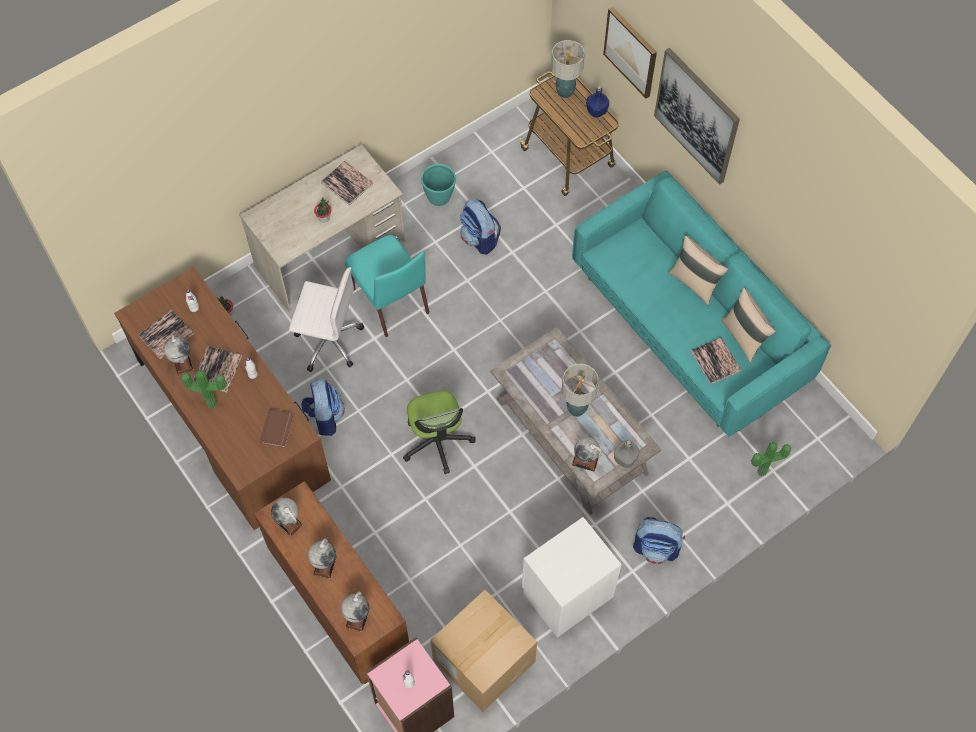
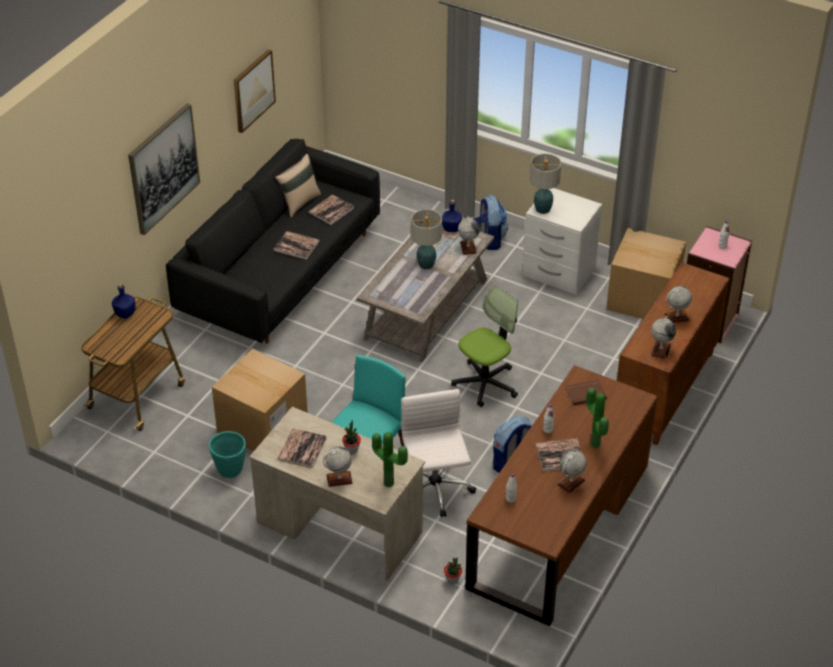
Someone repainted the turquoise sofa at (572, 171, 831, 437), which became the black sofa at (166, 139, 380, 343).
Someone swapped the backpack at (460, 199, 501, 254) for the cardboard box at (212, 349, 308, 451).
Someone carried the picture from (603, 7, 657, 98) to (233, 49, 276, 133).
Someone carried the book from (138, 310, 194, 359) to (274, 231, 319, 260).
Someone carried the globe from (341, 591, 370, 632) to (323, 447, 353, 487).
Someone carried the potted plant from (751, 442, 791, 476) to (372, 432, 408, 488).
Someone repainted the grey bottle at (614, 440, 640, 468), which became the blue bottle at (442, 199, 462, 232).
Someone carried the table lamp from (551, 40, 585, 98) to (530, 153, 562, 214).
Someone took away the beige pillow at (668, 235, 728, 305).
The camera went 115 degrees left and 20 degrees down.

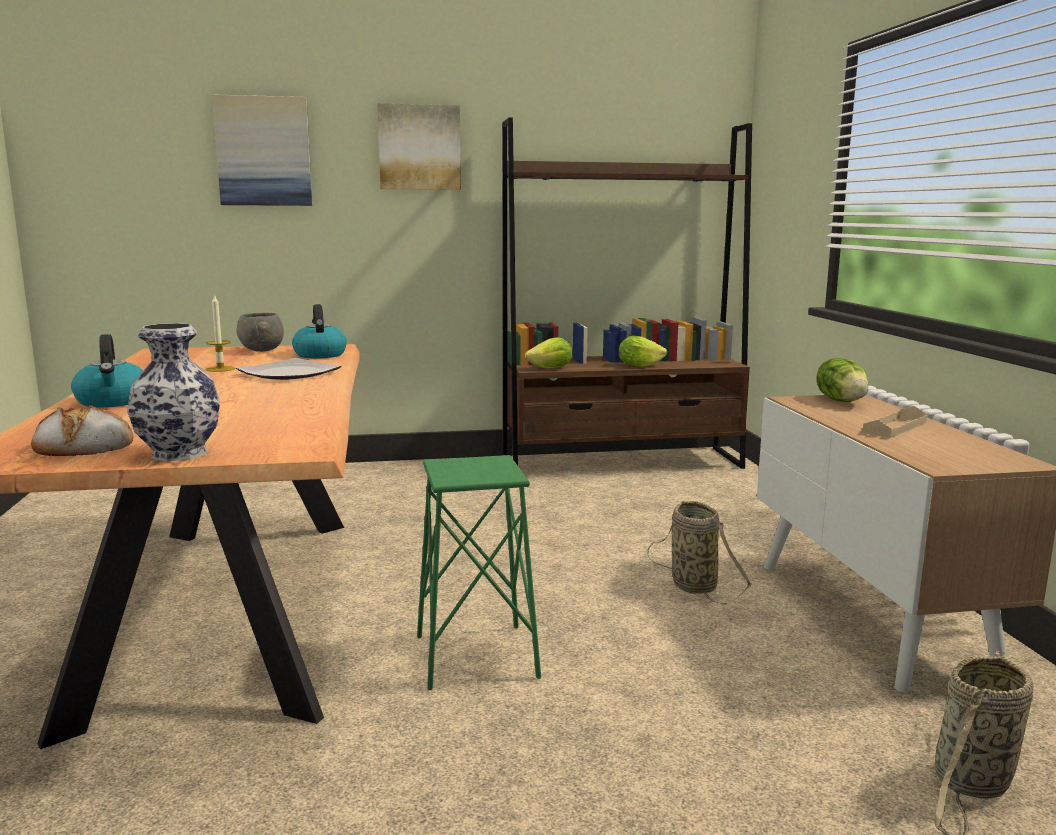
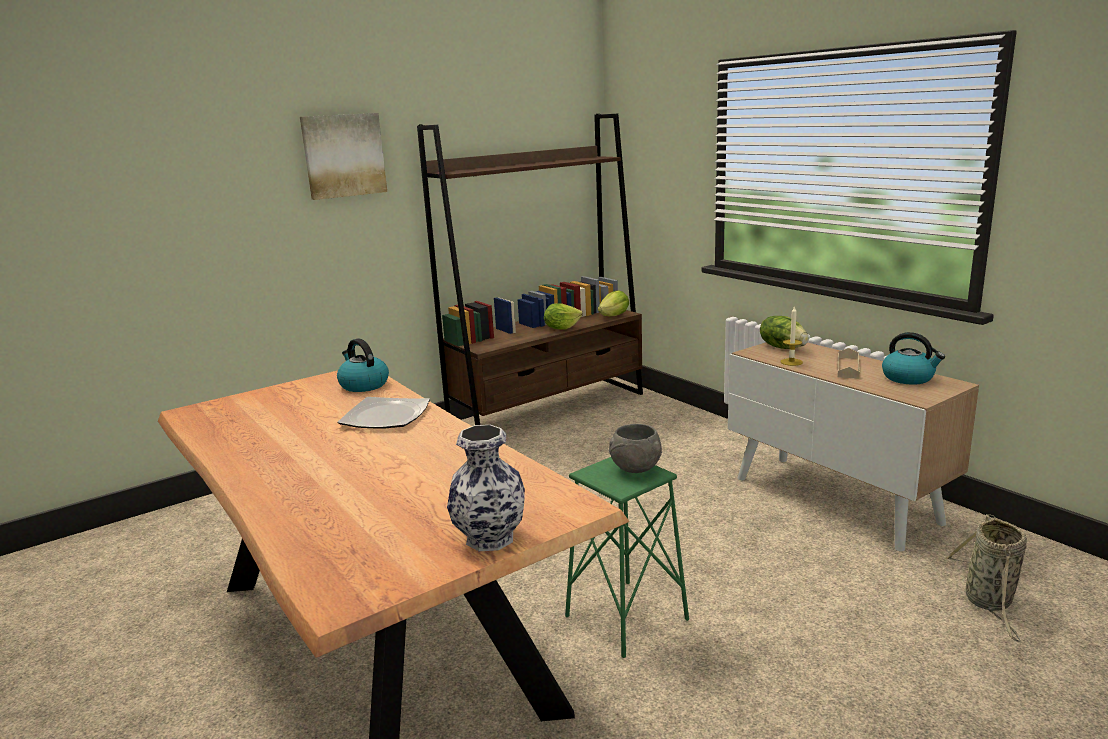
Someone carried the lettuce from (525, 337, 573, 369) to (598, 290, 629, 316).
Someone carried the grey bowl from (237, 313, 284, 352) to (609, 424, 662, 473).
Someone carried the candle from (206, 294, 235, 372) to (780, 305, 803, 366).
Someone carried the kettle from (71, 334, 143, 407) to (882, 332, 945, 385).
Someone took away the bread at (31, 404, 134, 456).
Someone took away the picture at (212, 94, 312, 206).
Someone took away the basket at (647, 501, 752, 604).
The camera went 25 degrees left and 5 degrees up.

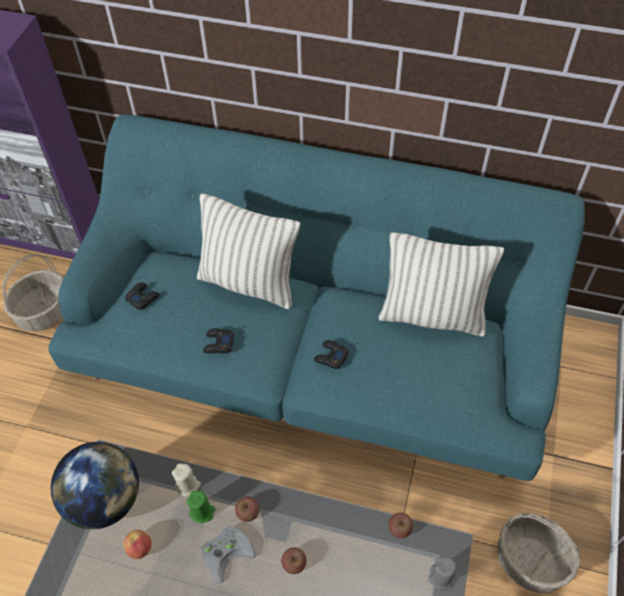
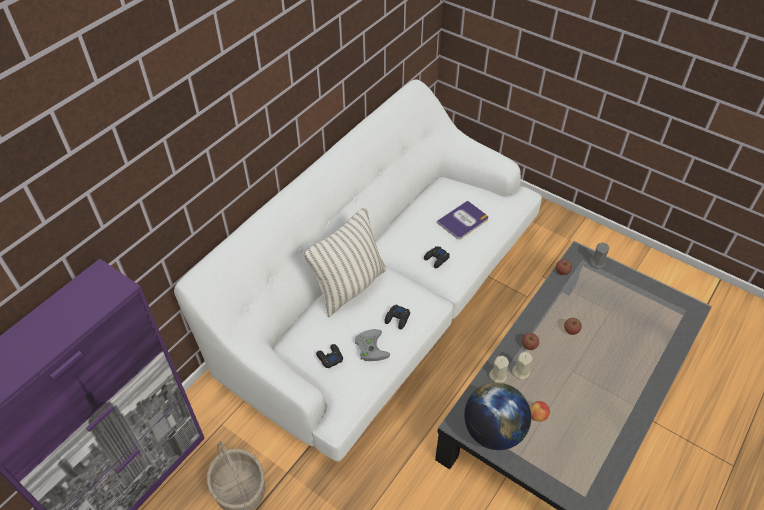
Someone repainted the turquoise sofa at (48, 114, 585, 481), which became the white sofa at (174, 79, 542, 462).
Someone carried the grey game controller from (201, 526, 256, 583) to (355, 329, 390, 361).
Someone put down the book at (437, 200, 488, 239).
Someone repainted the green candle at (186, 491, 216, 524), which became the beige candle at (512, 351, 533, 380).
Someone took away the pillow at (378, 232, 504, 337).
Someone took away the basket at (497, 513, 580, 593).
The camera went 70 degrees left and 5 degrees down.

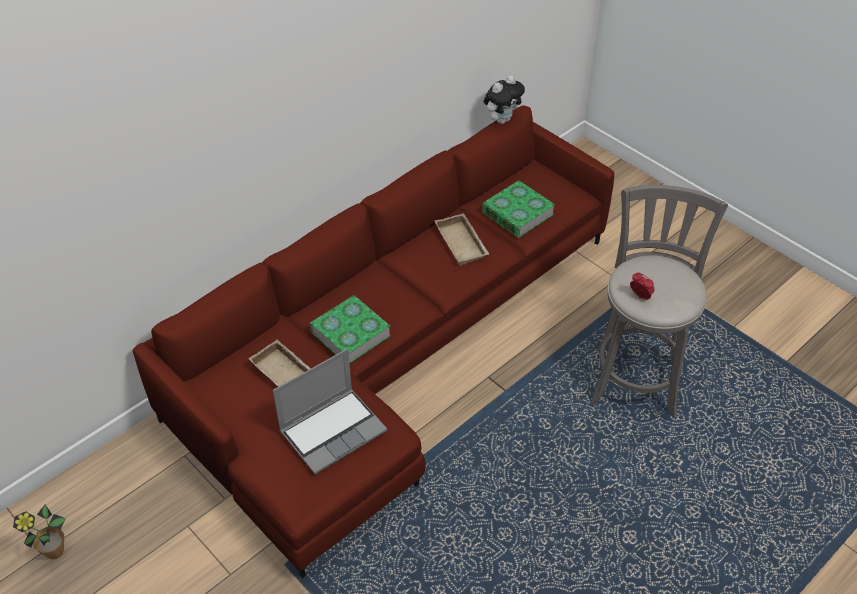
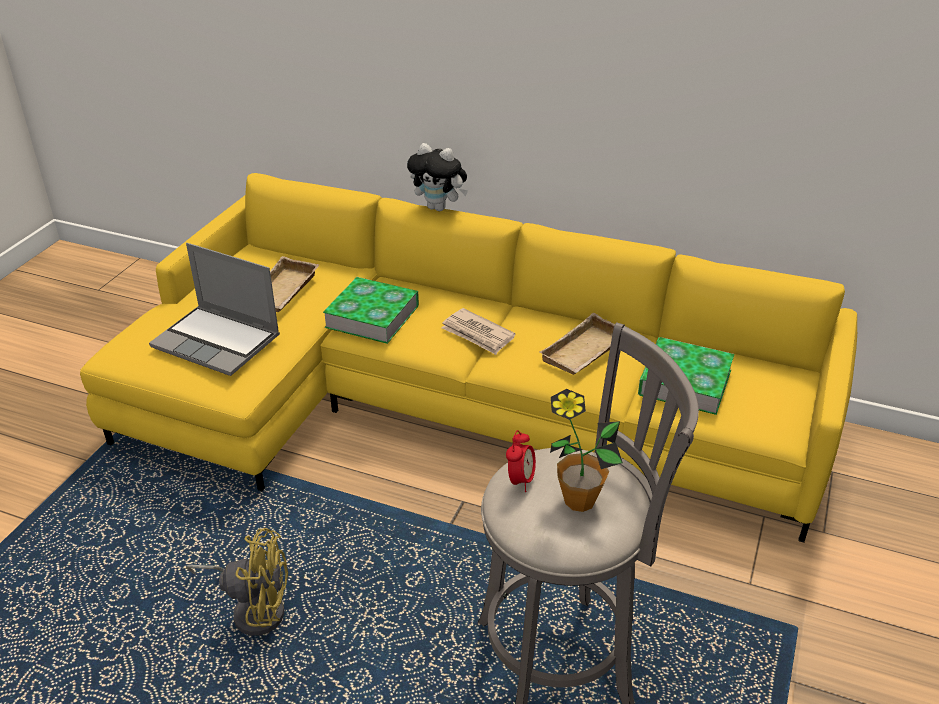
Someone repainted the red sofa at (133, 105, 614, 578), which became the yellow sofa at (80, 173, 857, 543).
Someone put down the yellow fan at (186, 528, 288, 636).
Someone carried the plush toy from (484, 75, 525, 124) to (407, 143, 468, 211).
Someone put down the newspaper at (441, 308, 516, 355).
Someone carried the potted plant from (13, 504, 66, 560) to (550, 389, 623, 512).
The camera went 65 degrees right and 10 degrees down.

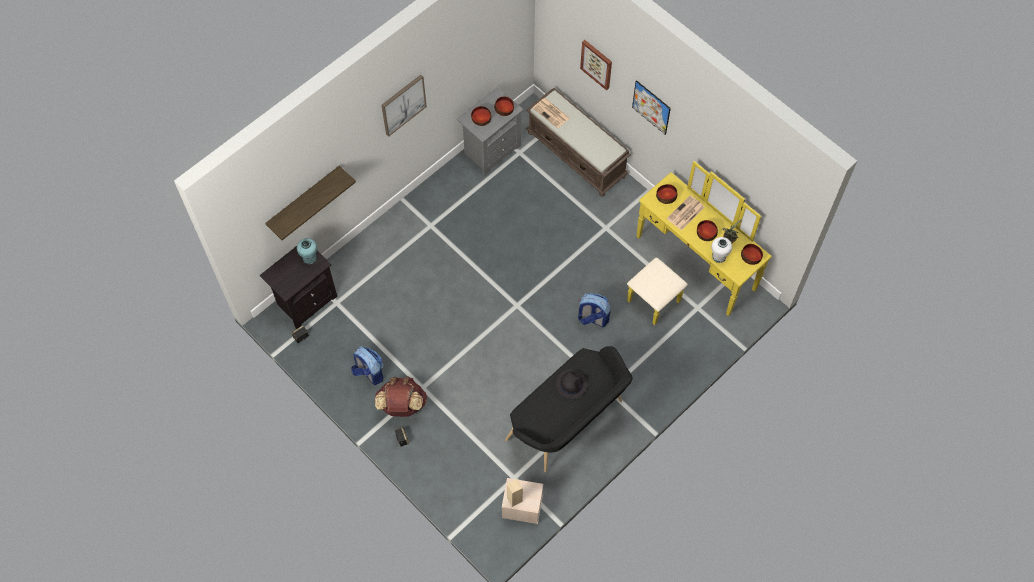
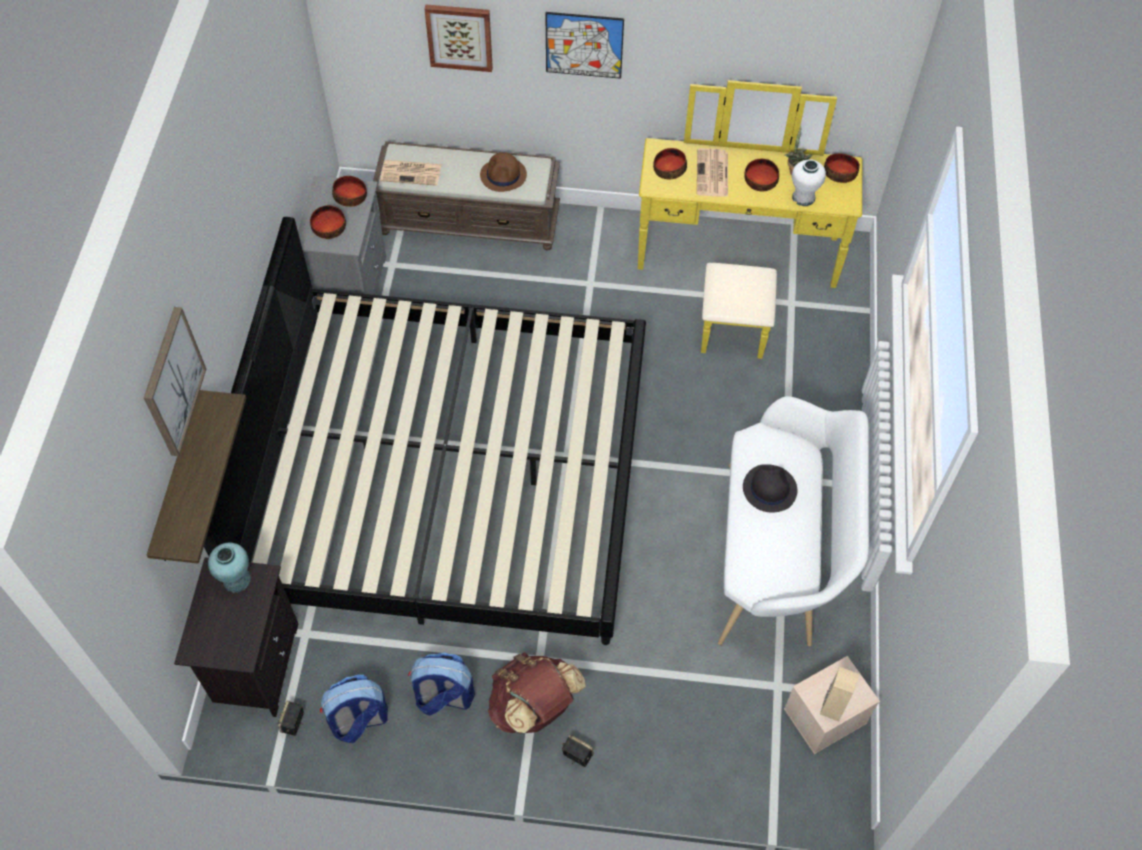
Someone carried the picture from (381, 75, 427, 137) to (144, 307, 206, 456).
Someone put down the bed at (204, 217, 646, 645).
Someone carried the backpack from (578, 293, 611, 327) to (320, 675, 388, 743).
Someone put down the brown hat at (480, 152, 527, 192).
Someone repainted the black bench at (505, 346, 633, 473), which became the white bench at (718, 396, 869, 646).
The camera went 40 degrees left and 5 degrees down.

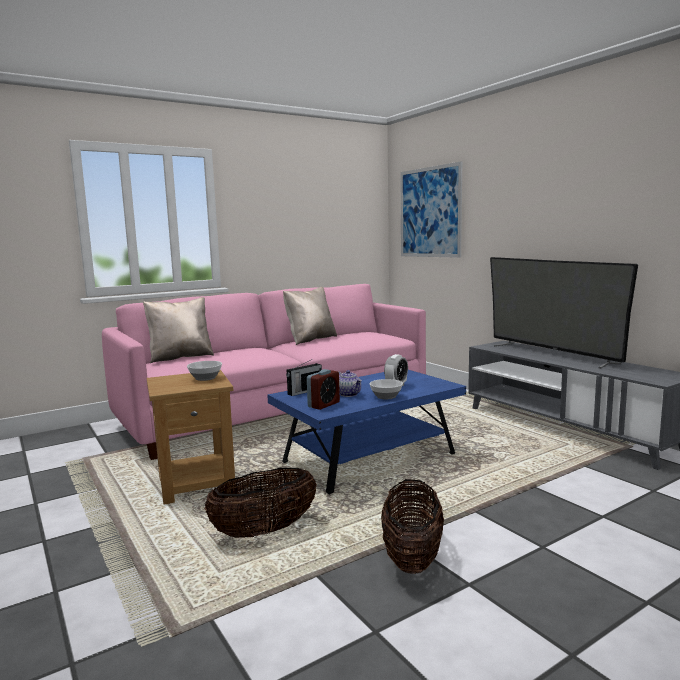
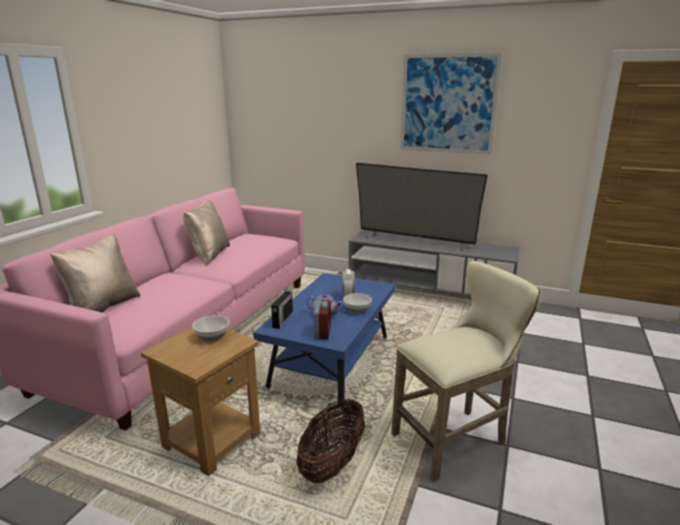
Someone swapped the basket at (381, 479, 444, 574) for the beige stool at (391, 261, 541, 482).
Someone carried the picture from (401, 161, 462, 258) to (400, 52, 502, 154).
The camera went 35 degrees left and 10 degrees up.

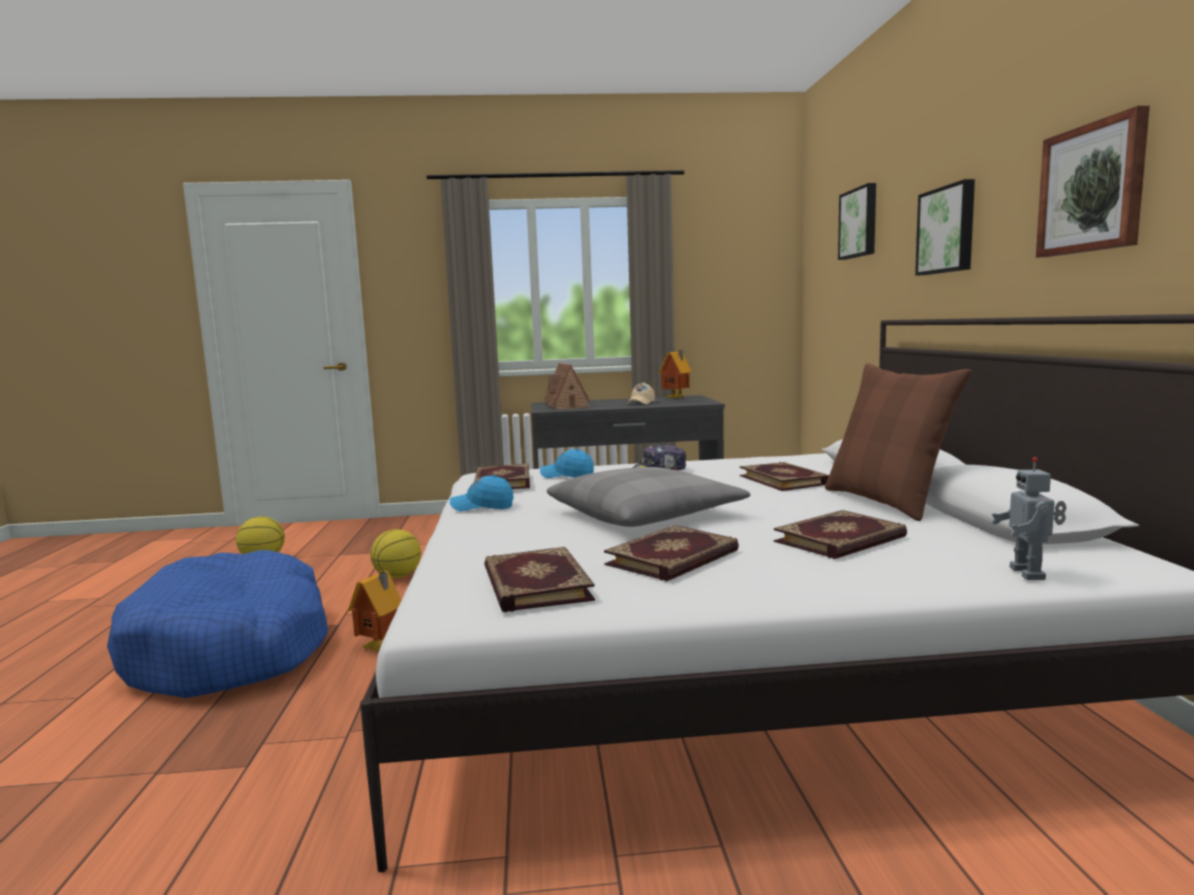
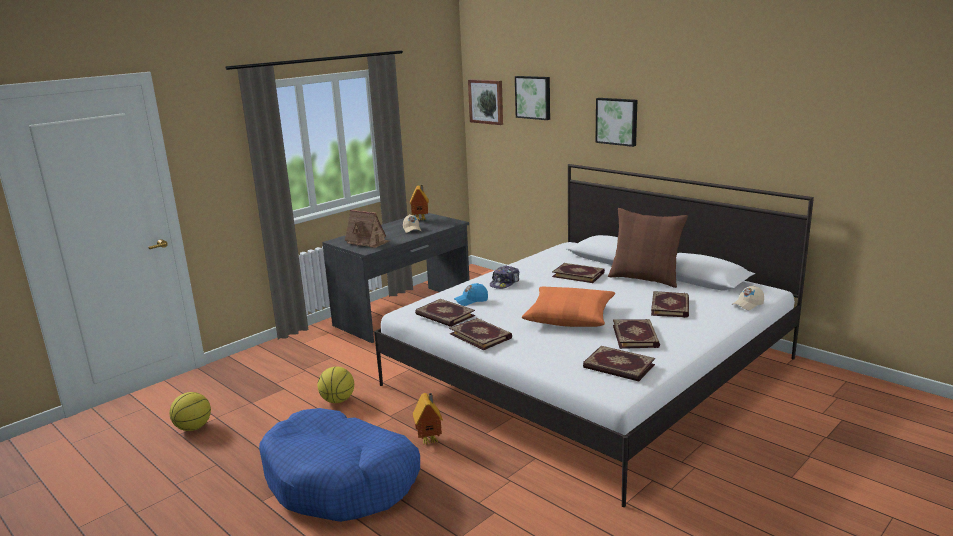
Someone swapped the blue cap at (450, 475, 513, 511) for the book at (449, 318, 512, 350).
Someone carried the picture from (1036, 106, 1150, 258) to (468, 79, 503, 125).
Someone repainted the grey pillow at (547, 467, 750, 527), which became the orange pillow at (522, 287, 615, 327).
Someone swapped the toy robot at (991, 457, 1067, 580) for the beige cap at (731, 286, 764, 310).
The camera went 40 degrees left and 10 degrees up.

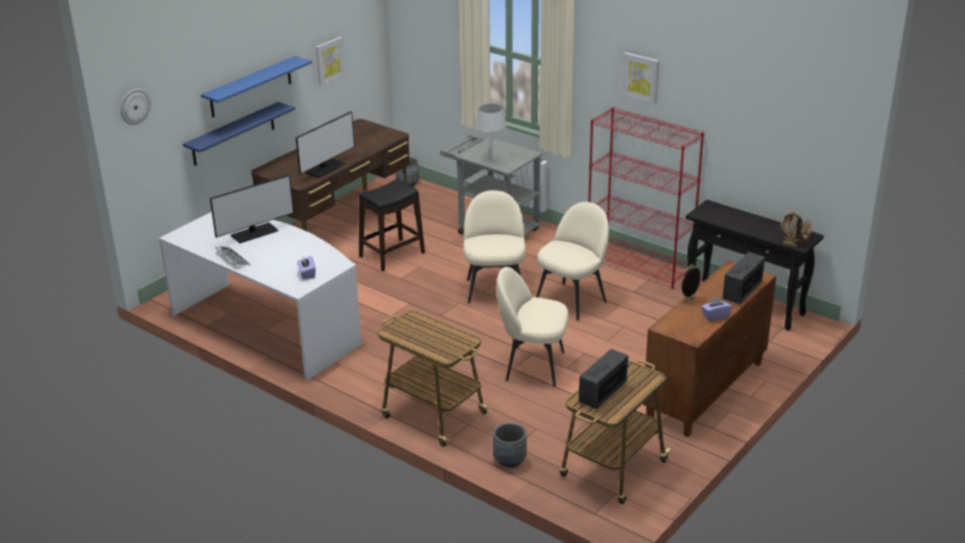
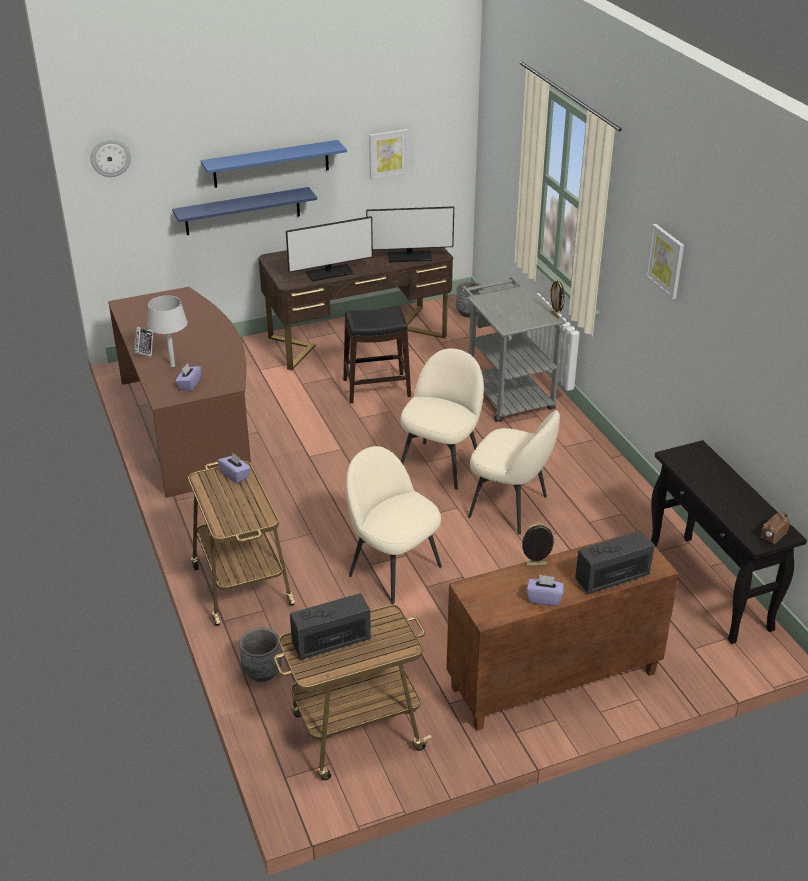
Someone repainted the white desk at (159, 212, 362, 381), which became the brown desk at (108, 287, 251, 498).
Someone carried the grey table lamp from (476, 103, 507, 161) to (147, 295, 187, 367).
Someone put down the purple tissue box at (218, 452, 251, 483).
Someone carried the monitor from (210, 175, 294, 243) to (366, 206, 454, 263).
Someone rotated the beige chair at (536, 202, 609, 321) by 45 degrees clockwise.
Someone carried the picture frame from (780, 212, 804, 247) to (549, 280, 565, 319).
Someone took away the red bookcase at (588, 107, 704, 289).
The camera went 30 degrees right and 5 degrees up.

